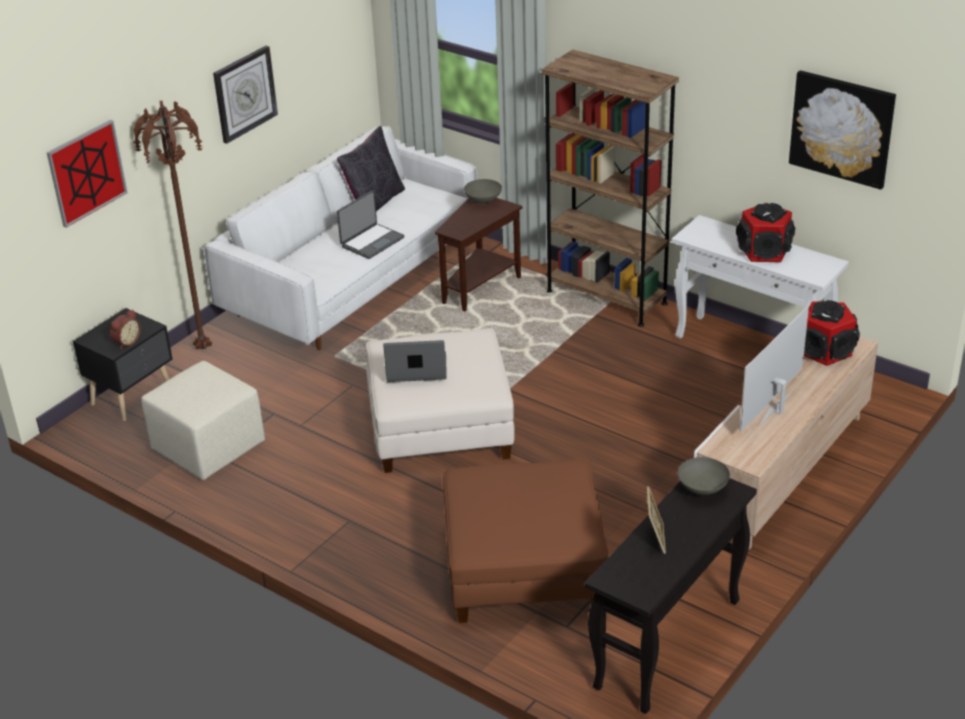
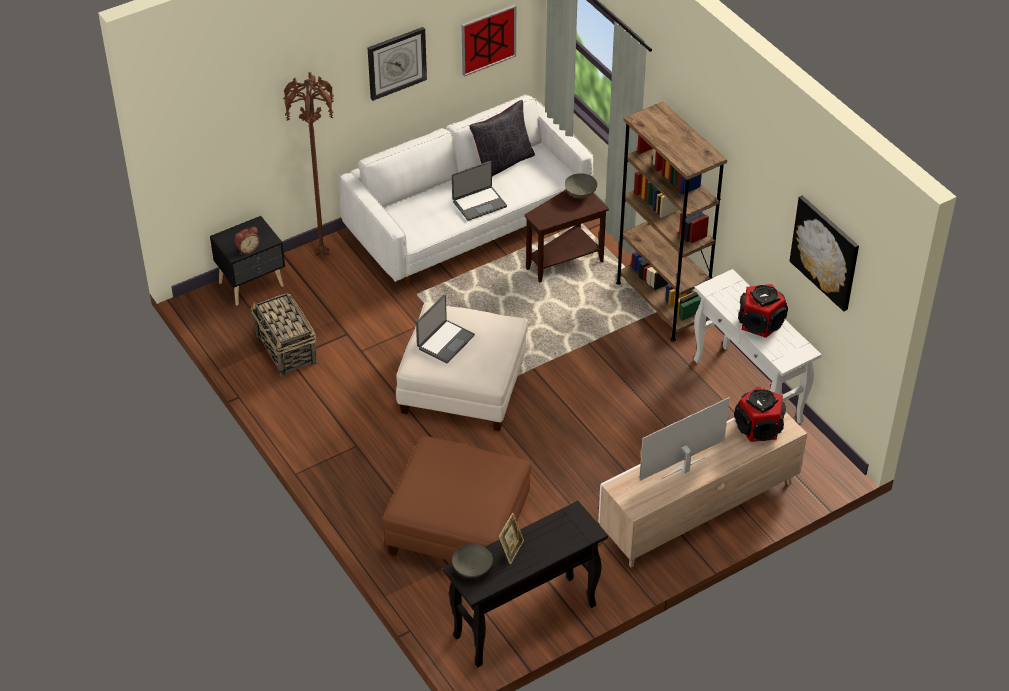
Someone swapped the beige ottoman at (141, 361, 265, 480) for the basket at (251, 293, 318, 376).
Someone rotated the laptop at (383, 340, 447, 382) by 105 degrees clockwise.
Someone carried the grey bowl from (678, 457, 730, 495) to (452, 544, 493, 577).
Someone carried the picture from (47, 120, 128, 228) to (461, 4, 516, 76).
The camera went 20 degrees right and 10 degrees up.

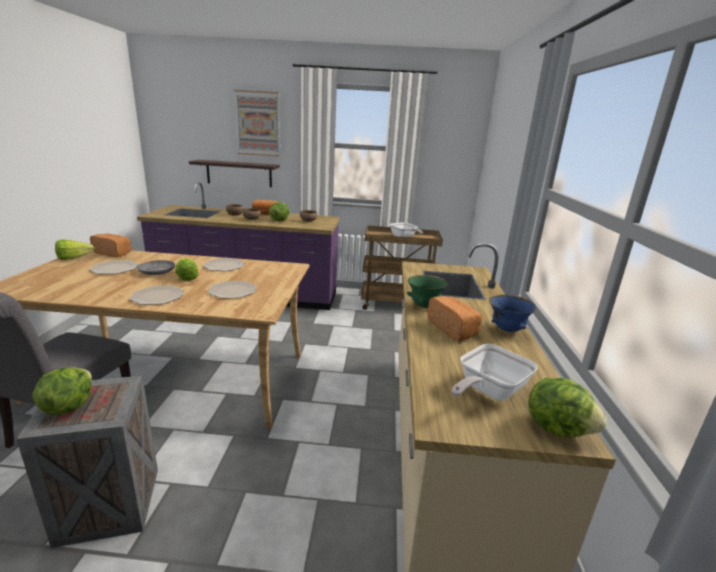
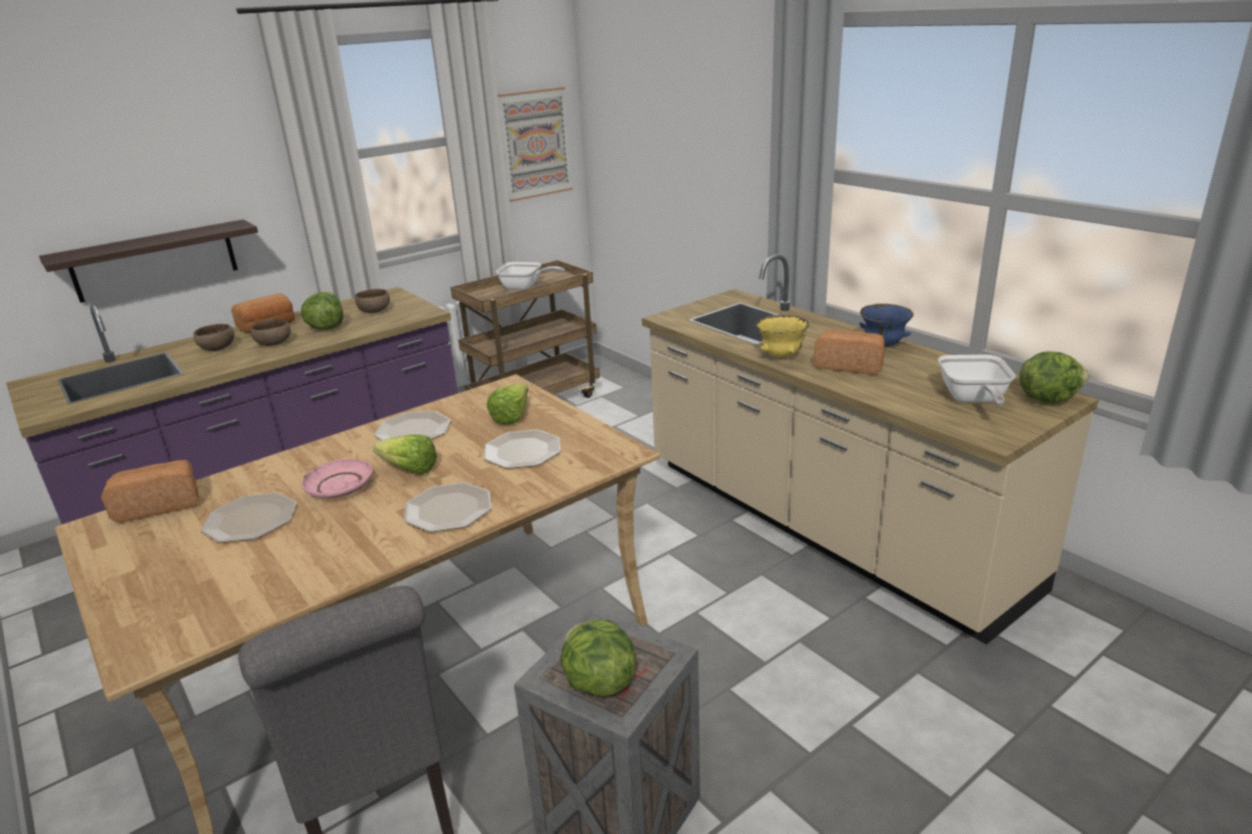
Someone repainted the grey plate at (137, 260, 175, 275), which became the pink plate at (301, 459, 373, 498).
Someone carried the lettuce from (55, 239, 95, 260) to (487, 383, 528, 425).
Someone carried the picture from (234, 90, 281, 156) to (497, 87, 573, 202).
Someone repainted the green bowl at (407, 275, 447, 308), which became the yellow bowl at (756, 315, 809, 359).
The camera went 40 degrees left and 5 degrees up.

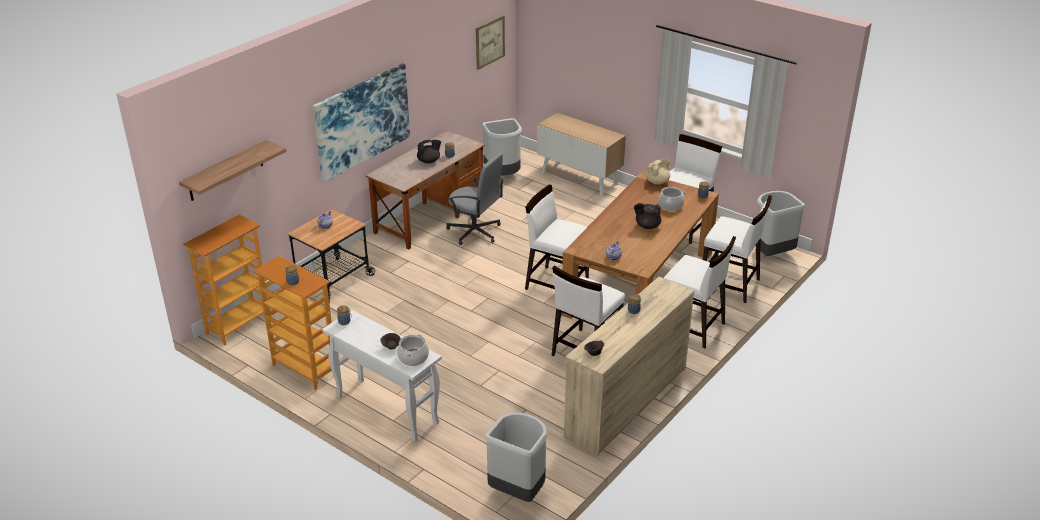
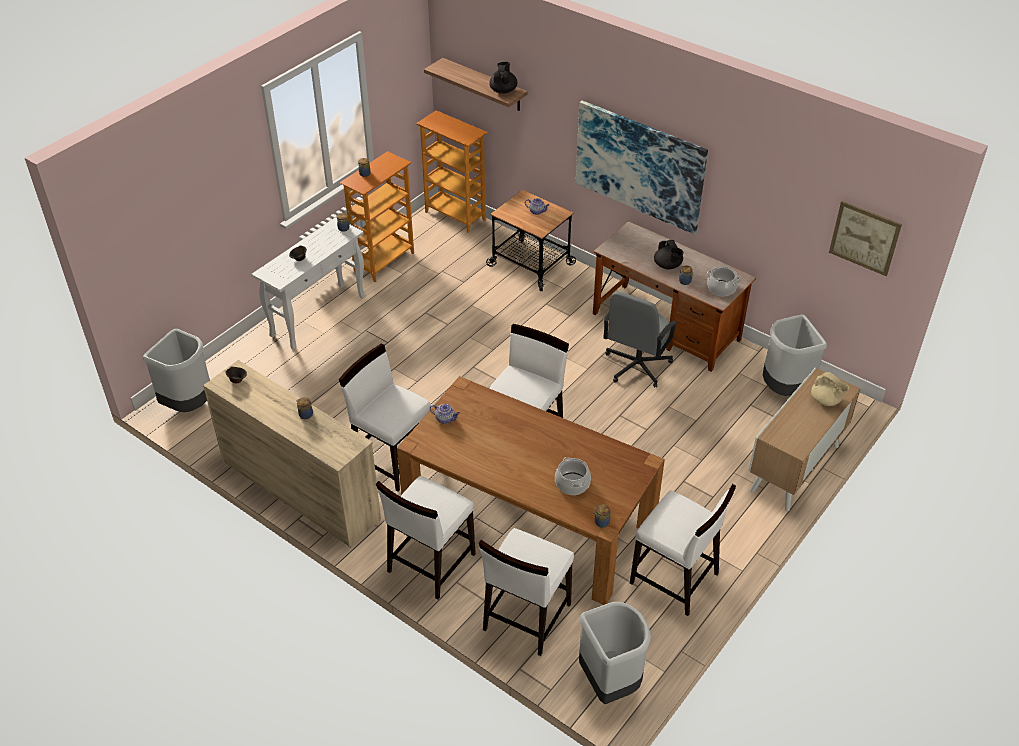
Someone carried the black teapot from (634, 203, 661, 229) to (489, 62, 518, 94).
Someone carried the cooking pot from (397, 334, 429, 366) to (707, 266, 740, 296).
Someone carried the beige teapot from (646, 159, 670, 185) to (811, 372, 849, 406).
The camera went 90 degrees right and 10 degrees up.

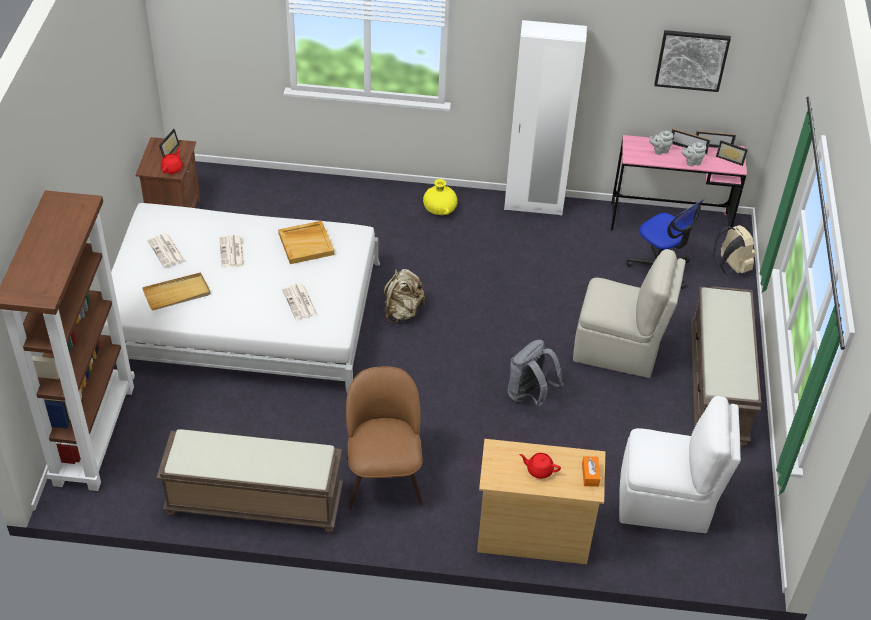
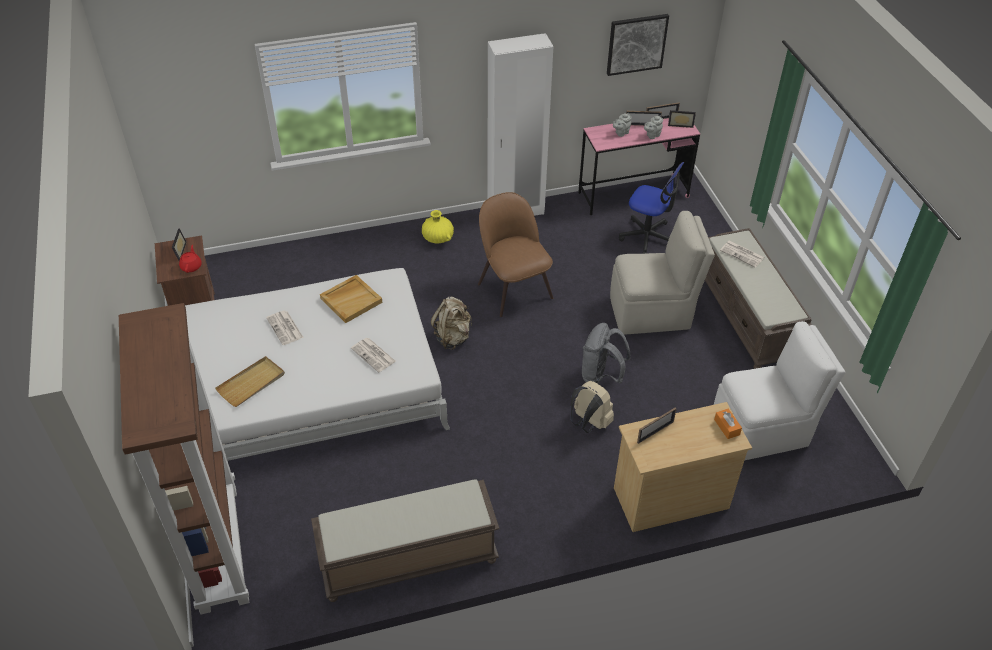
Someone carried the brown chair from (346, 366, 423, 509) to (478, 192, 553, 317).
Someone carried the beige backpack from (713, 225, 755, 274) to (570, 381, 614, 433).
Someone put down the picture frame at (637, 407, 677, 444).
Someone carried the newspaper from (147, 233, 184, 267) to (720, 241, 765, 267).
Someone took away the red teapot at (519, 453, 561, 479).
The camera went 20 degrees left and 0 degrees up.

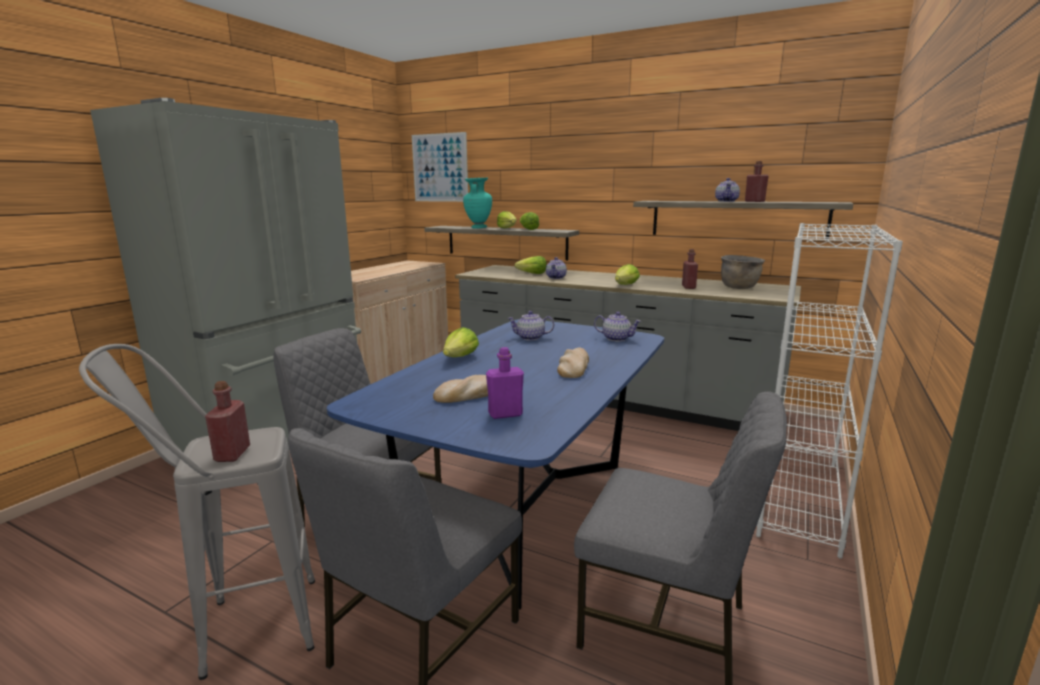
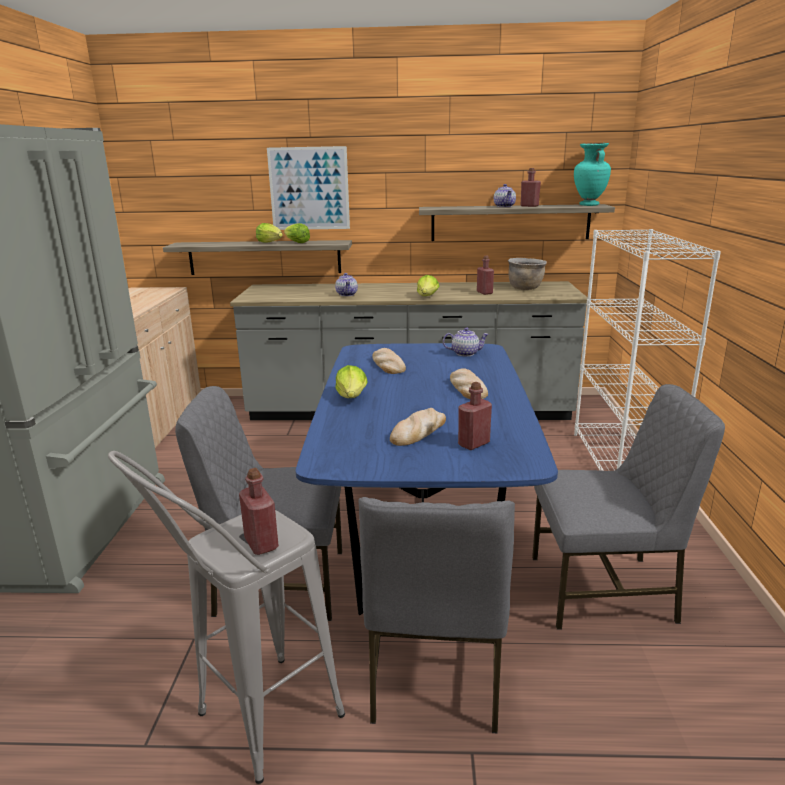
Someone carried the picture from (412, 132, 468, 202) to (267, 146, 350, 230).
Someone swapped the teapot at (507, 311, 554, 341) for the bread at (372, 348, 406, 374).
Someone repainted the purple bottle at (486, 347, 524, 419), which became the red bottle at (458, 382, 492, 450).
Someone carried the turquoise vase from (463, 178, 492, 229) to (574, 143, 611, 206).
Someone took away the lettuce at (514, 256, 547, 274).
The camera went 25 degrees left and 5 degrees up.

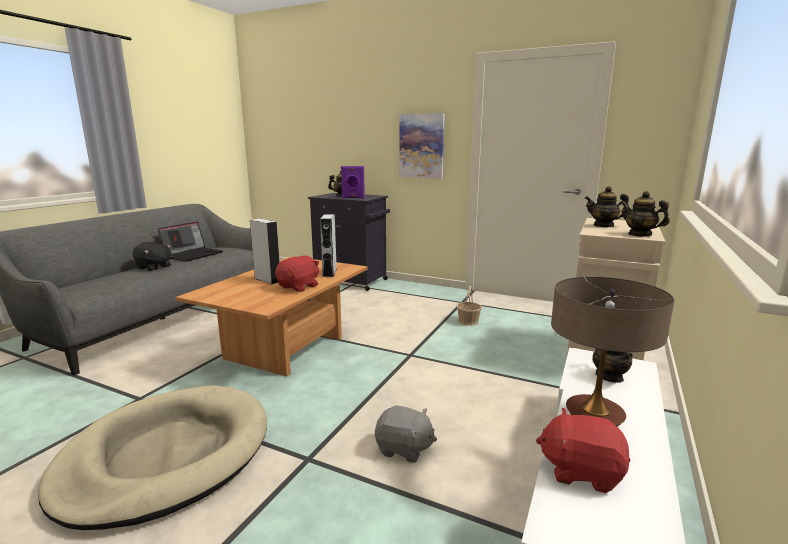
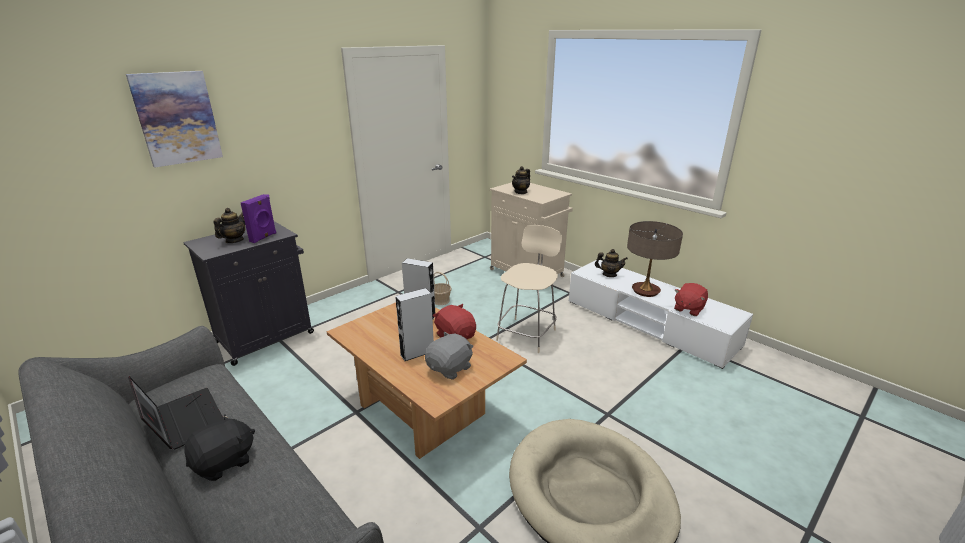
Someone carried the picture from (399, 113, 445, 178) to (126, 71, 223, 167).
Someone carried the grey plush toy from (375, 405, 437, 463) to (425, 331, 473, 380).
Someone put down the beige stool at (496, 225, 562, 353).
Someone took away the teapot at (620, 191, 669, 237).
The camera went 70 degrees left and 10 degrees up.

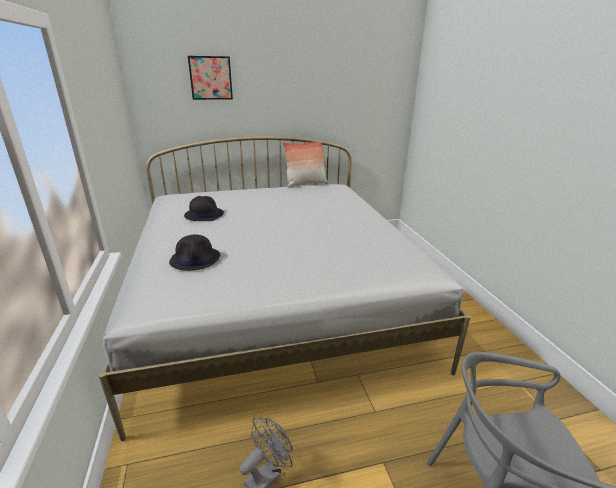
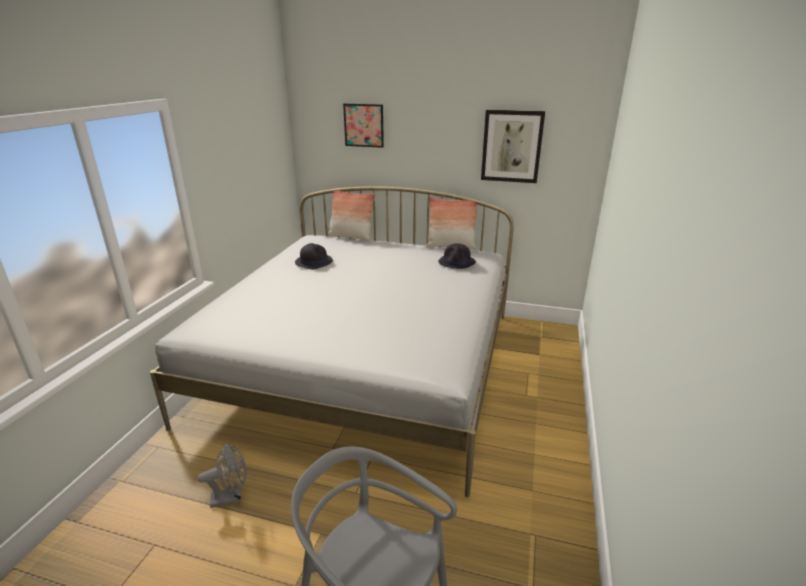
Someone put down the pillow at (327, 191, 375, 241).
Someone carried the black hat from (169, 234, 221, 271) to (438, 243, 476, 269).
Someone put up the picture at (481, 110, 545, 183).
The camera went 30 degrees right and 0 degrees up.

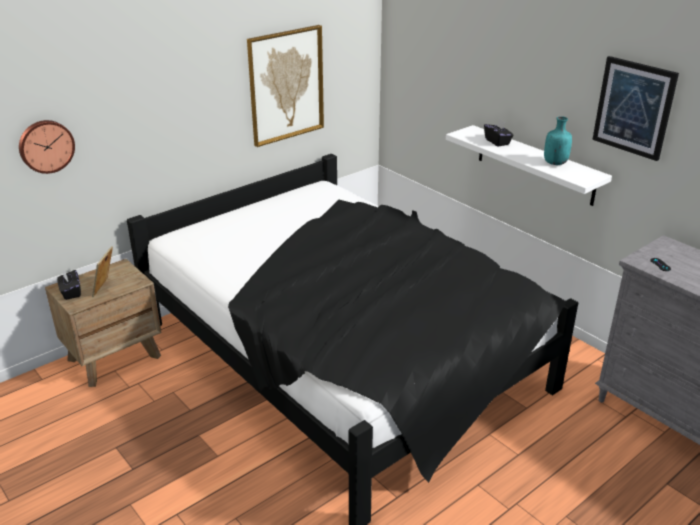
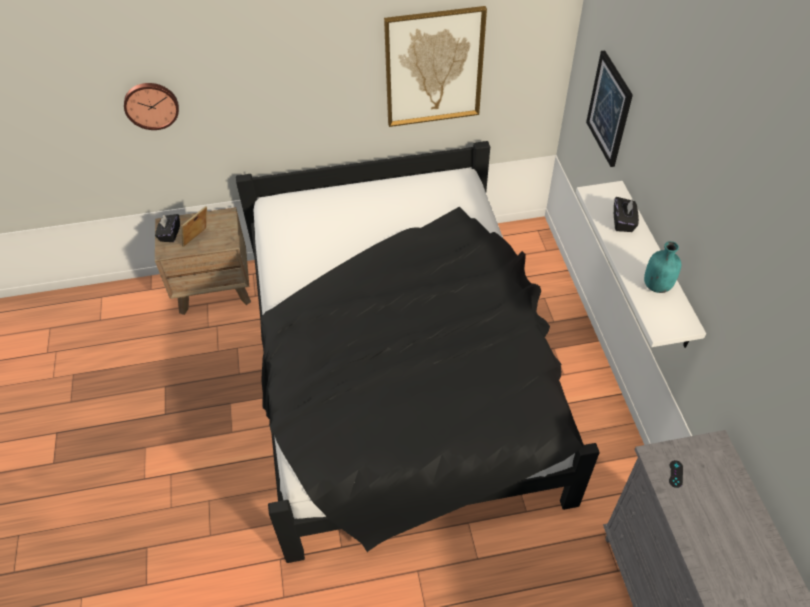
Someone carried the picture from (592, 56, 679, 161) to (586, 50, 633, 167).
The camera went 30 degrees right and 20 degrees up.

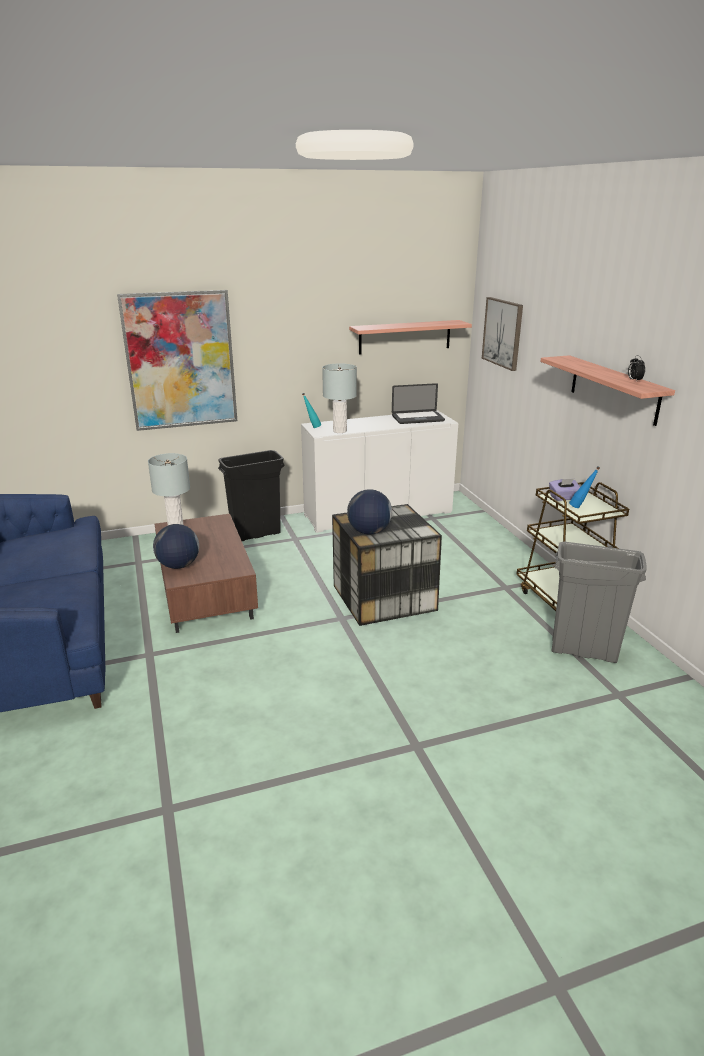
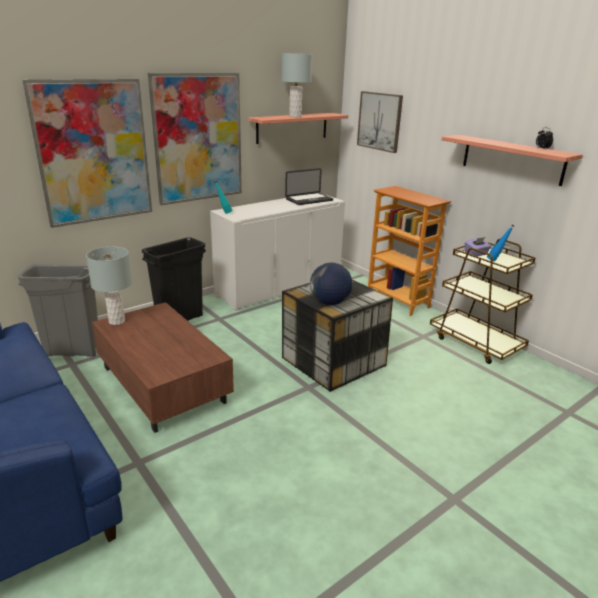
Someone carried the grey trash can from (552, 541, 646, 663) to (18, 264, 98, 356).
Someone put up the picture at (148, 73, 242, 205).
Someone carried the grey table lamp from (322, 363, 357, 433) to (281, 53, 312, 117).
Someone put down the bookcase at (368, 186, 452, 316).
Someone took away the globe at (153, 524, 199, 569).
The camera went 20 degrees left and 0 degrees up.

